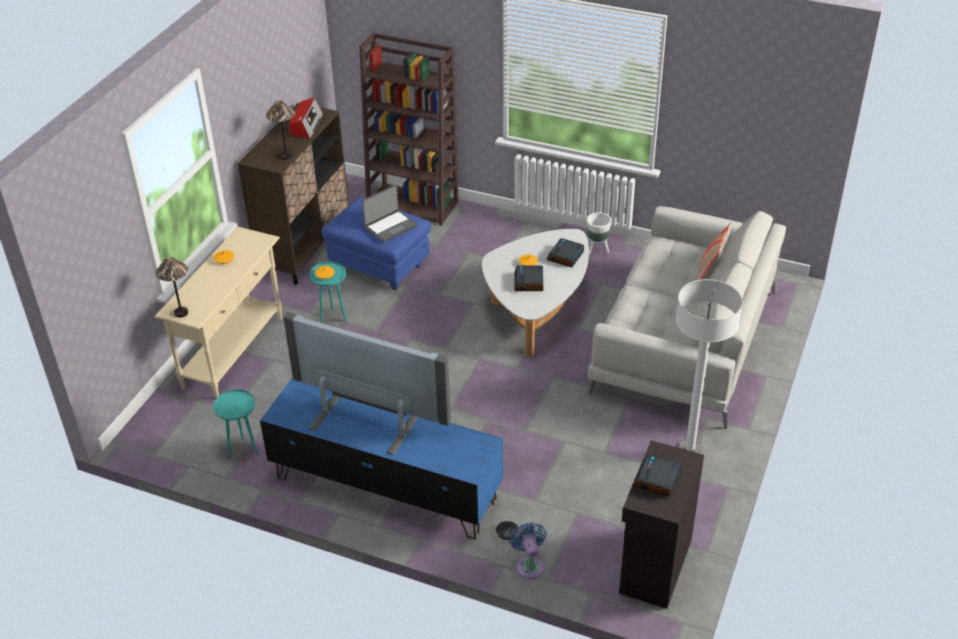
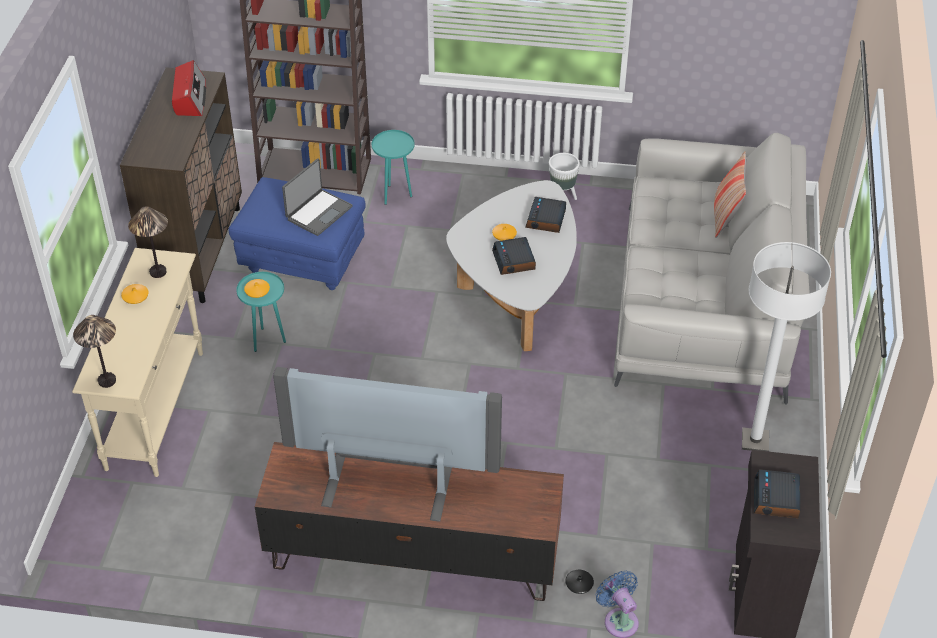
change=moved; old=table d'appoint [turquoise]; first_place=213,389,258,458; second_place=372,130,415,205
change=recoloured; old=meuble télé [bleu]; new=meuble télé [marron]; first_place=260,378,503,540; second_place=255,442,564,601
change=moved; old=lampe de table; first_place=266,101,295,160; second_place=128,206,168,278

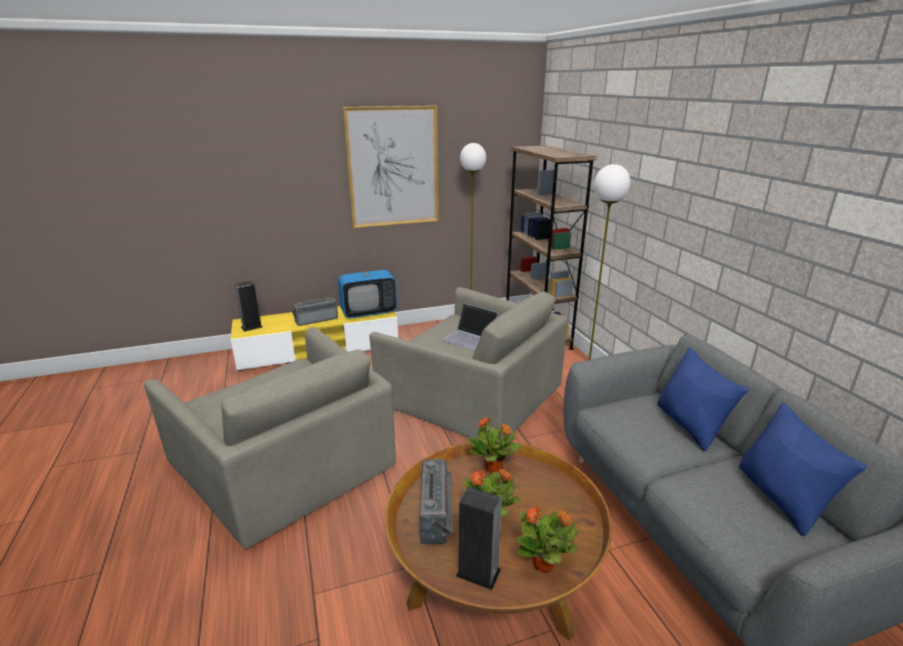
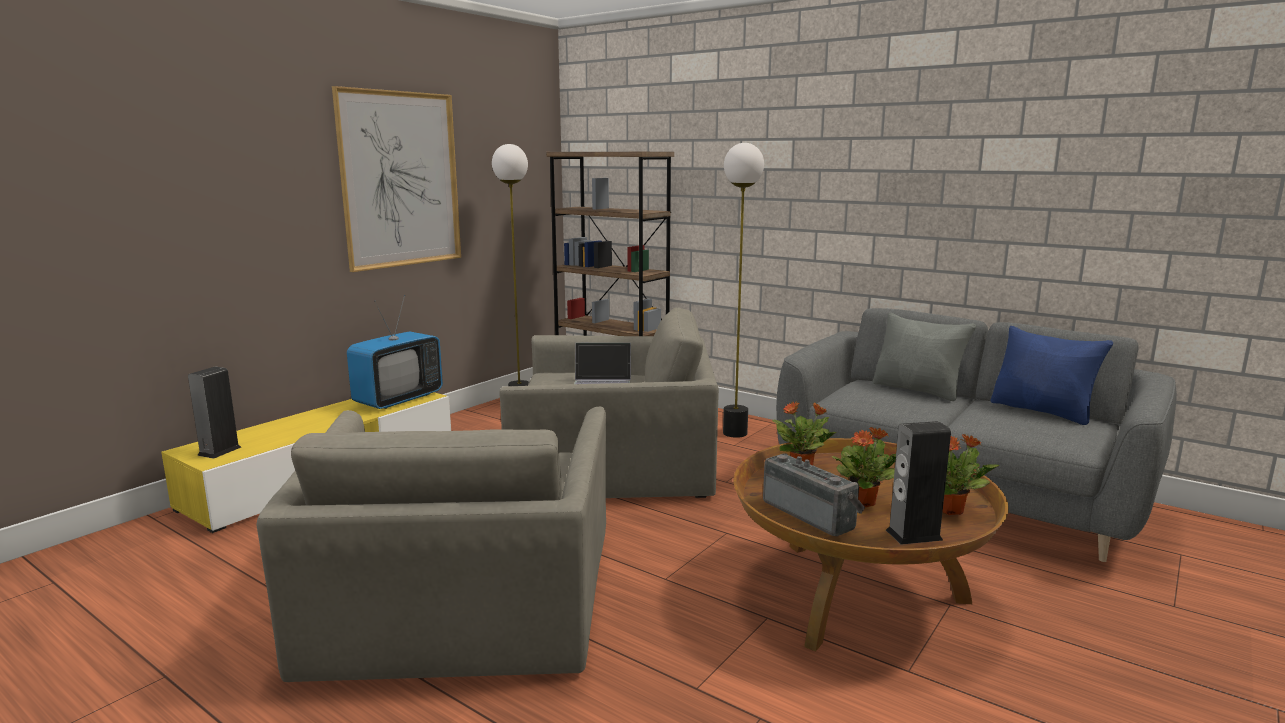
change=turned; old=fauteuil [gris]; first_place=144,327,396,549; second_place=256,407,606,682; degrees=75
change=removed; old=radio; first_place=292,297,338,326
change=recoloured; old=coussin [bleu]; new=coussin [gris]; first_place=657,347,749,451; second_place=873,313,976,401

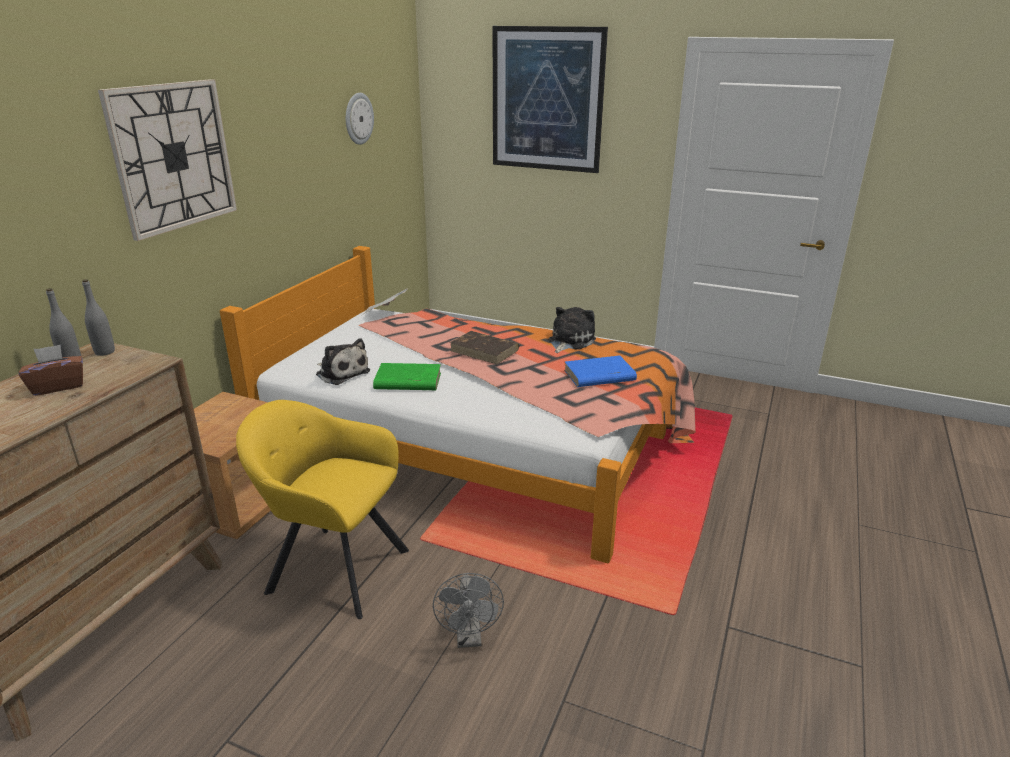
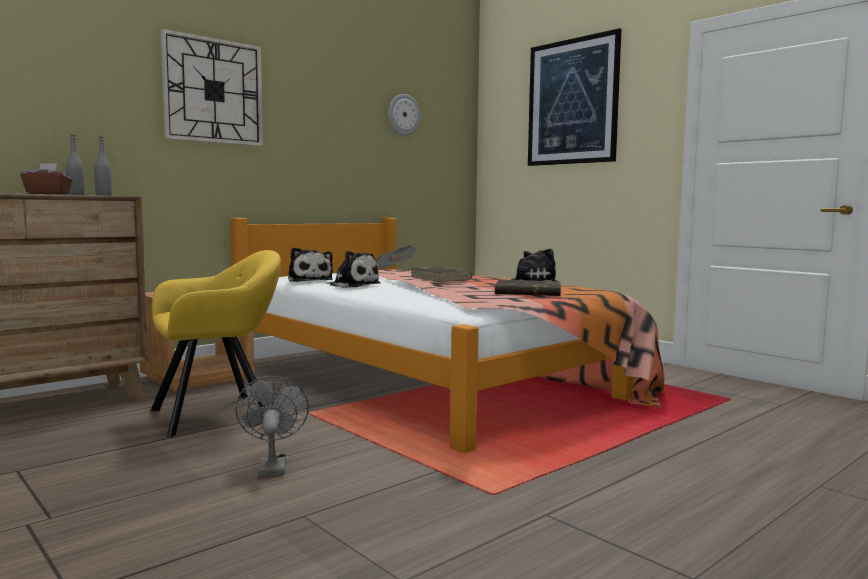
change=turned; old=fauteuil [jaune]; first_place=236,400,409,619; second_place=151,250,281,438; degrees=105
change=replaced; old=livre [vert]; new=peluche; first_place=373,363,441,390; second_place=326,251,381,288
change=turned; old=ventilateur [gris]; first_place=433,573,504,648; second_place=235,376,309,476; degrees=150
change=recoloured; old=livre [bleu]; new=livre [marron]; first_place=564,355,637,387; second_place=495,280,561,296

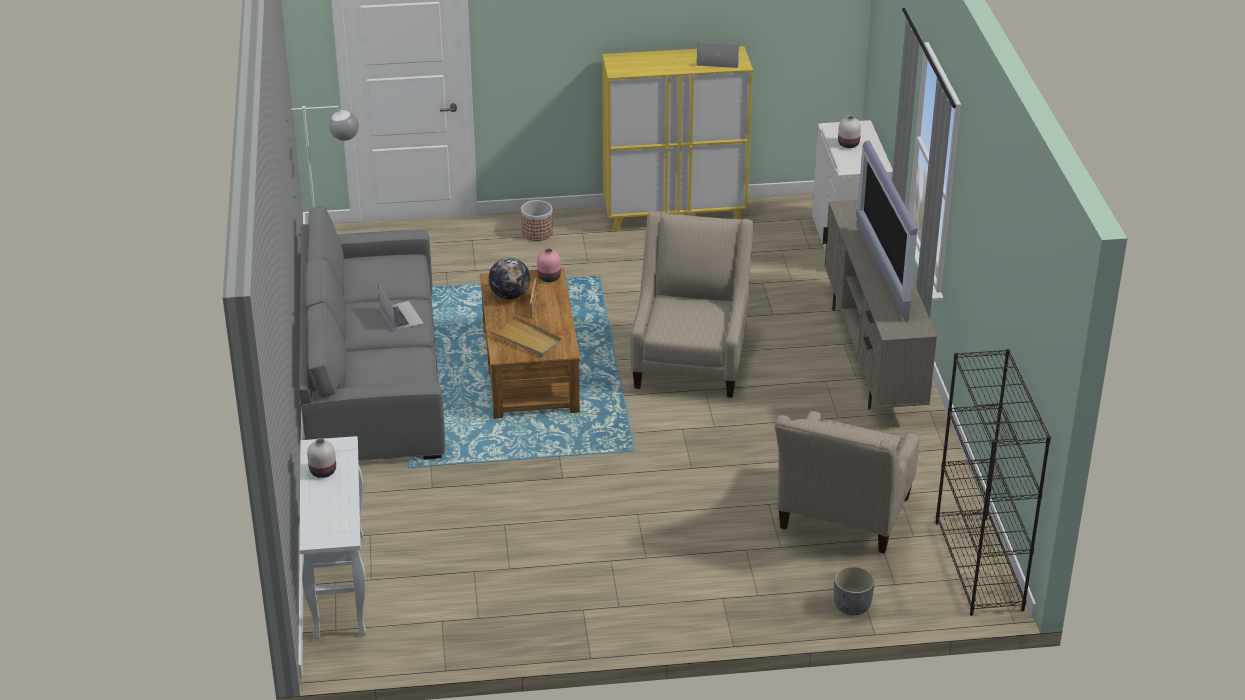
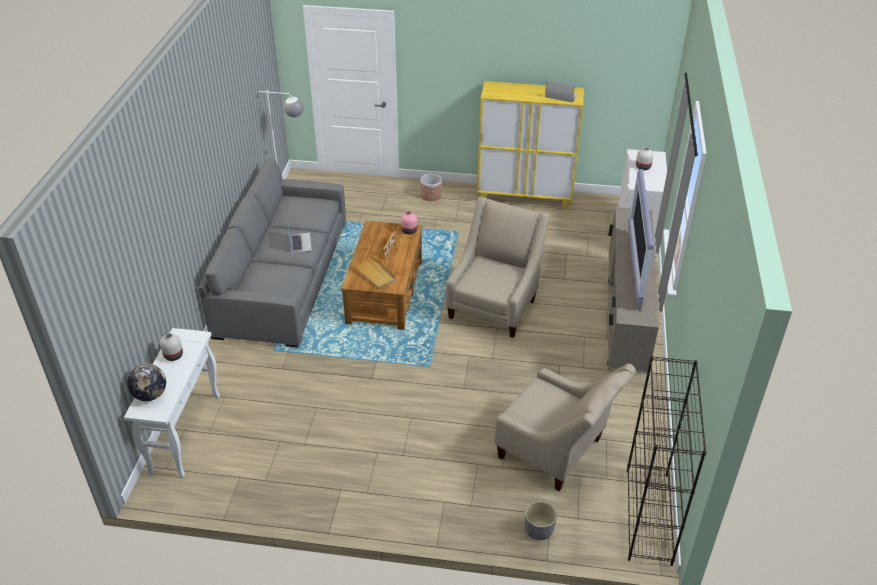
change=moved; old=globe; first_place=489,258,530,300; second_place=127,364,166,401
change=turned; old=fauteuil [beige]; first_place=775,411,919,554; second_place=494,364,636,491; degrees=-90

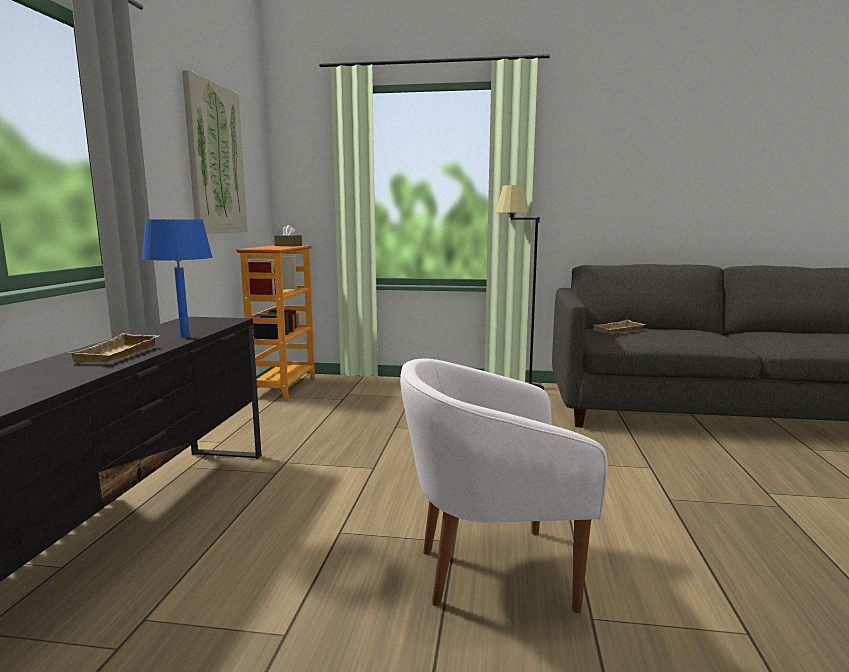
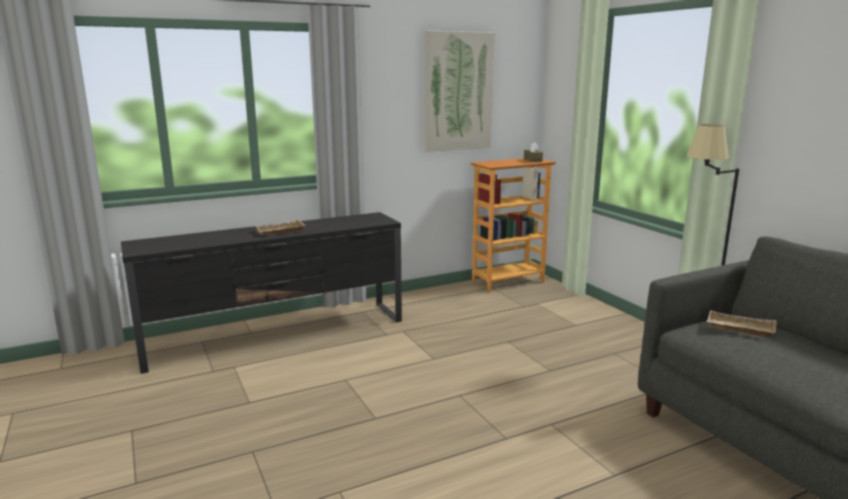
change=removed; old=lampe de table [bleu]; first_place=142,219,213,338
change=removed; old=fauteuil [blanc]; first_place=400,358,608,613

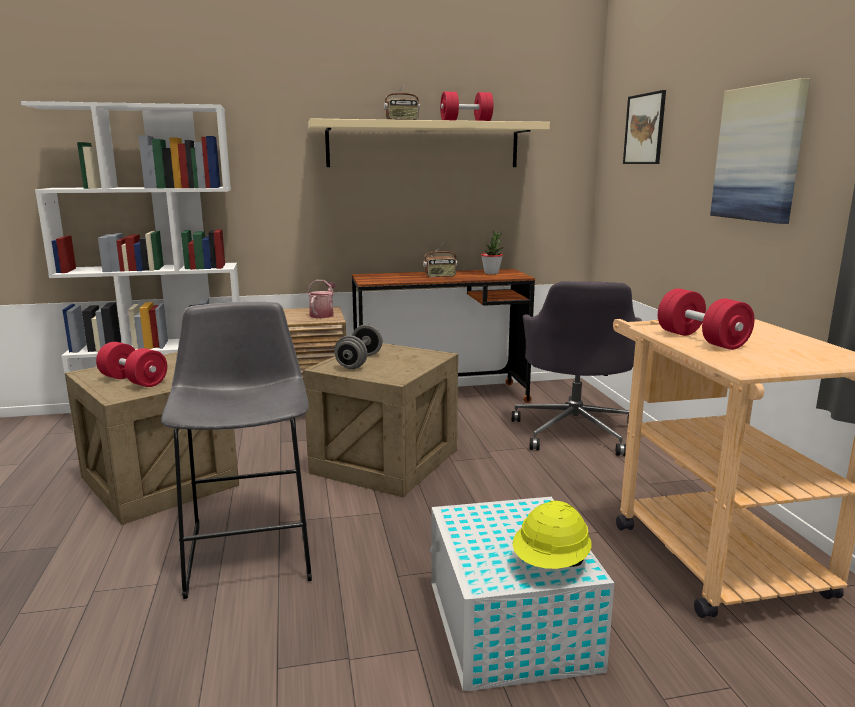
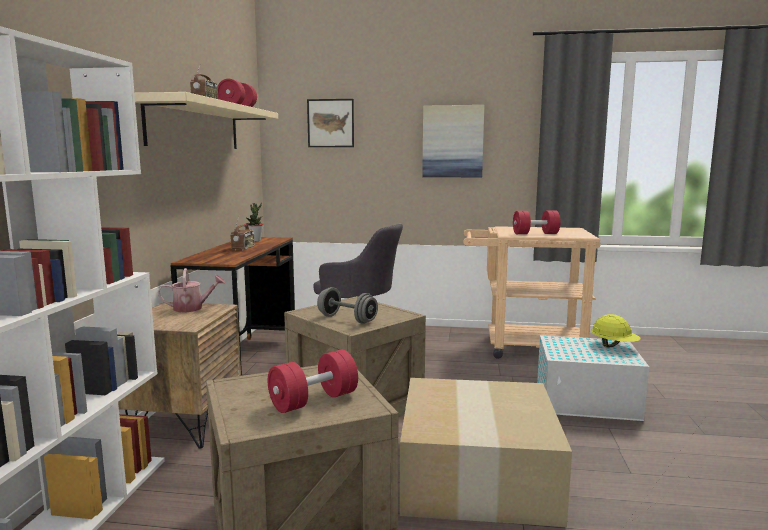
change=replaced; old=tabouret [gris]; new=carton; first_place=161,302,312,599; second_place=400,378,572,527
change=turned; old=arrosoir; first_place=307,280,336,318; second_place=158,268,225,312; degrees=135

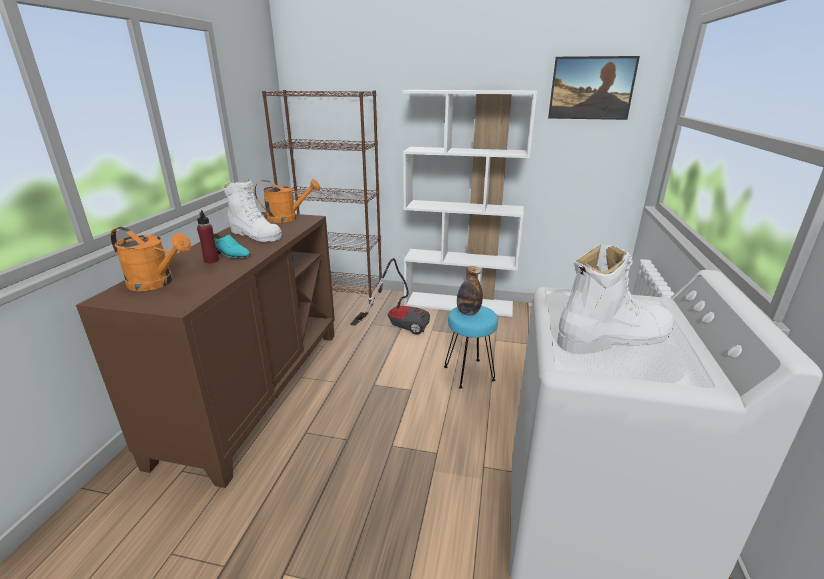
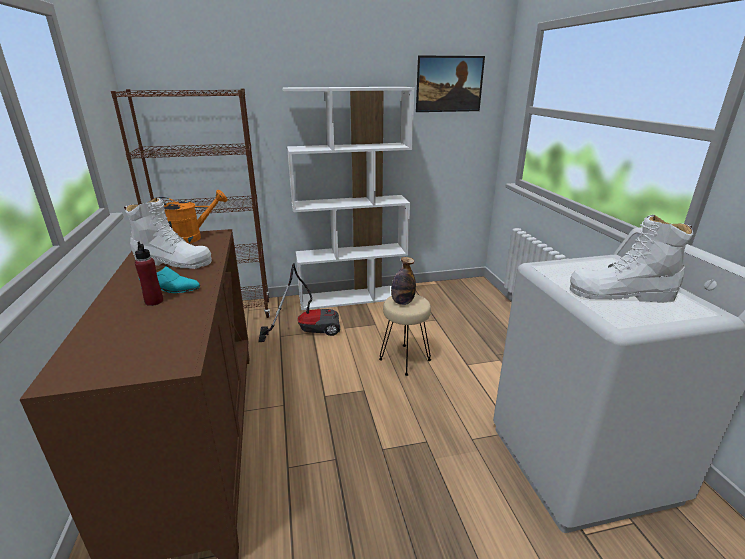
change=removed; old=arrosoir [orange]; first_place=110,227,191,291
change=recoloured; old=tabouret [turquoise]; new=tabouret [beige]; first_place=444,306,498,389; second_place=379,294,431,376
change=turned; old=botte [blanc]; first_place=557,245,674,354; second_place=570,214,693,303; degrees=-135

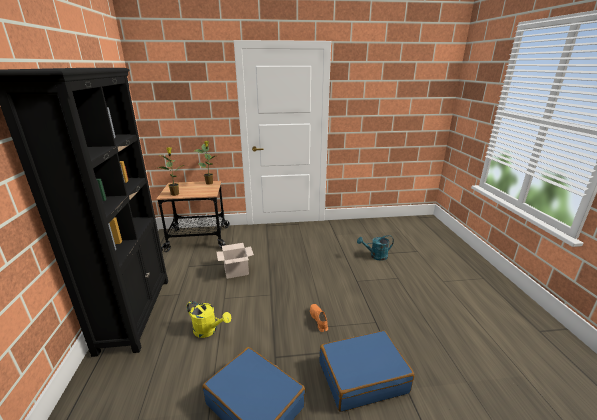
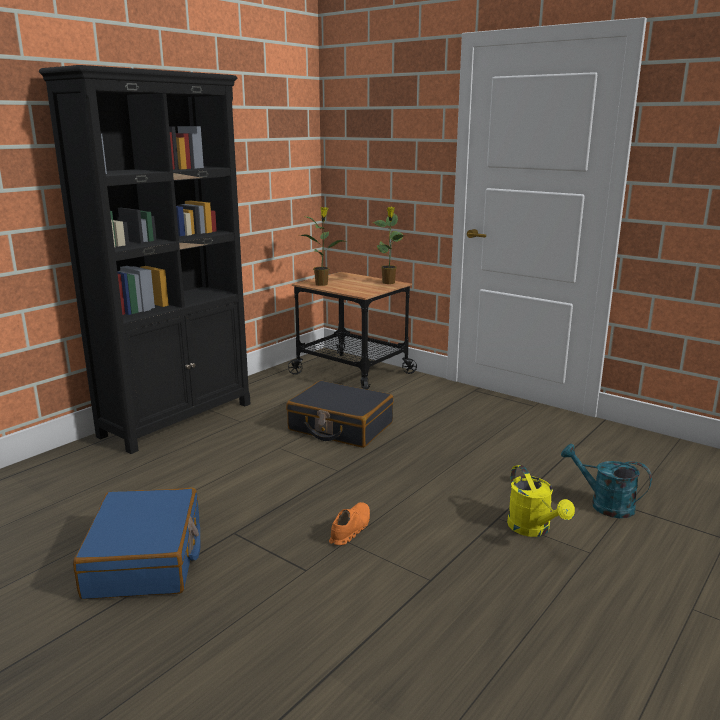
change=moved; old=arrosoir [jaune]; first_place=187,301,231,338; second_place=507,465,575,537
change=replaced; old=carton; new=valise [noir]; first_place=217,243,254,279; second_place=286,380,393,448
change=removed; old=valise [bleu]; first_place=319,330,414,412

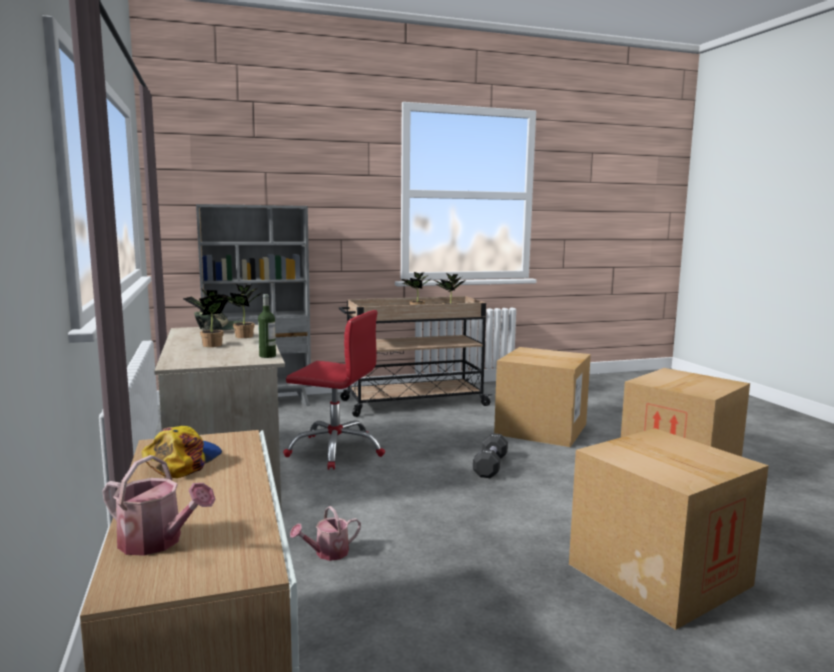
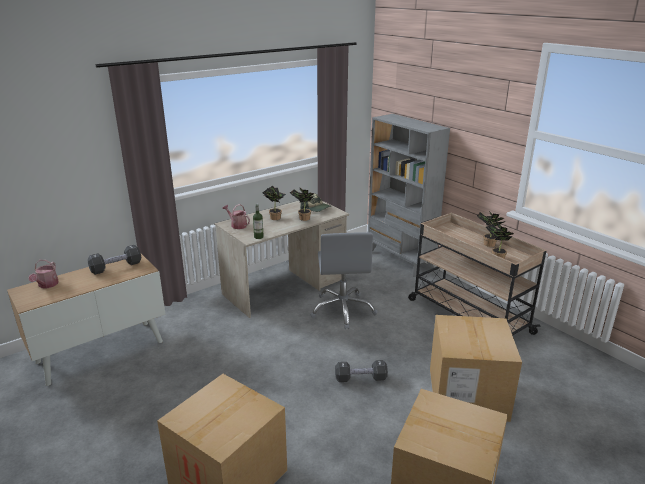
change=replaced; old=casquette; new=haltère [noir]; first_place=141,426,222,478; second_place=88,245,141,275
change=recoloured; old=chaise de bureau [rouge]; new=chaise de bureau [gris]; first_place=283,310,385,470; second_place=310,232,378,329
change=moved; old=arrosoir; first_place=290,506,361,561; second_place=222,204,250,229

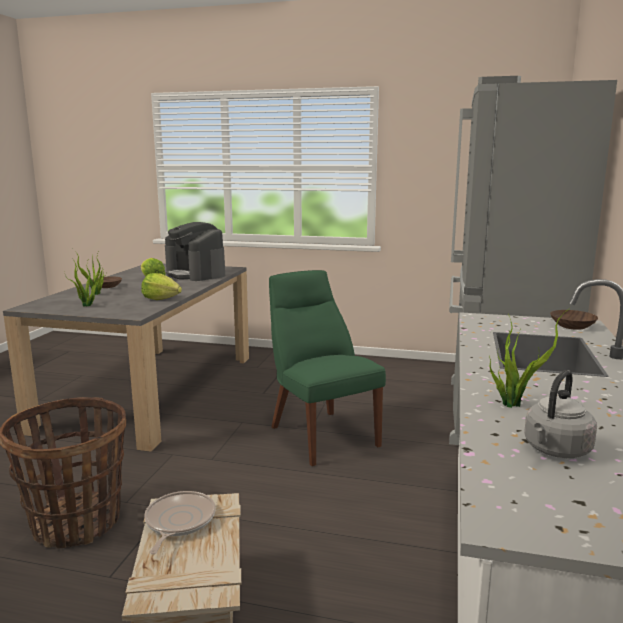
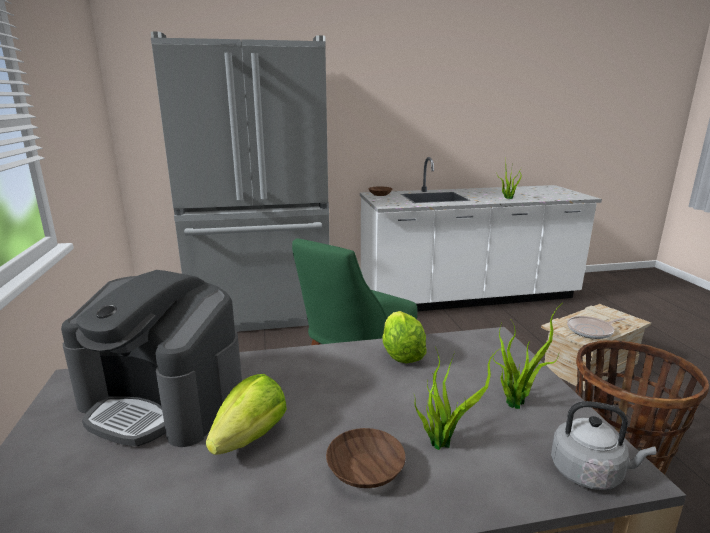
change=turned; old=machine à café; first_place=165,222,225,281; second_place=61,270,242,447; degrees=90
change=moved; old=bouilloire [gris]; first_place=524,370,597,458; second_place=551,401,656,490

